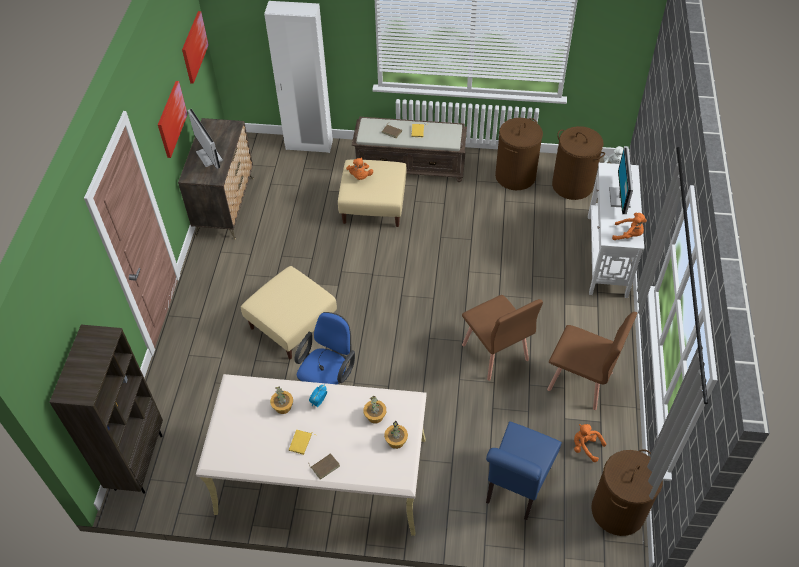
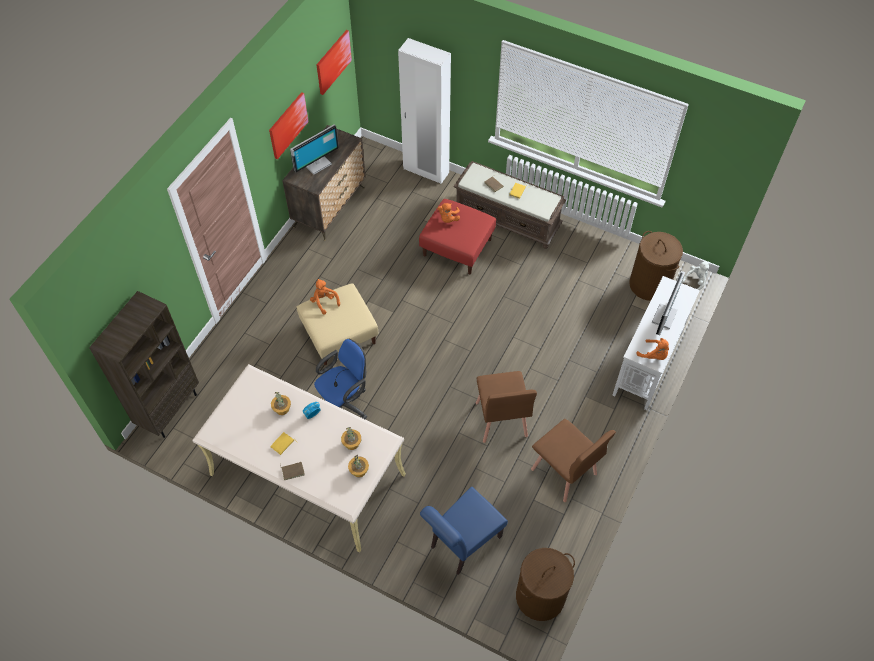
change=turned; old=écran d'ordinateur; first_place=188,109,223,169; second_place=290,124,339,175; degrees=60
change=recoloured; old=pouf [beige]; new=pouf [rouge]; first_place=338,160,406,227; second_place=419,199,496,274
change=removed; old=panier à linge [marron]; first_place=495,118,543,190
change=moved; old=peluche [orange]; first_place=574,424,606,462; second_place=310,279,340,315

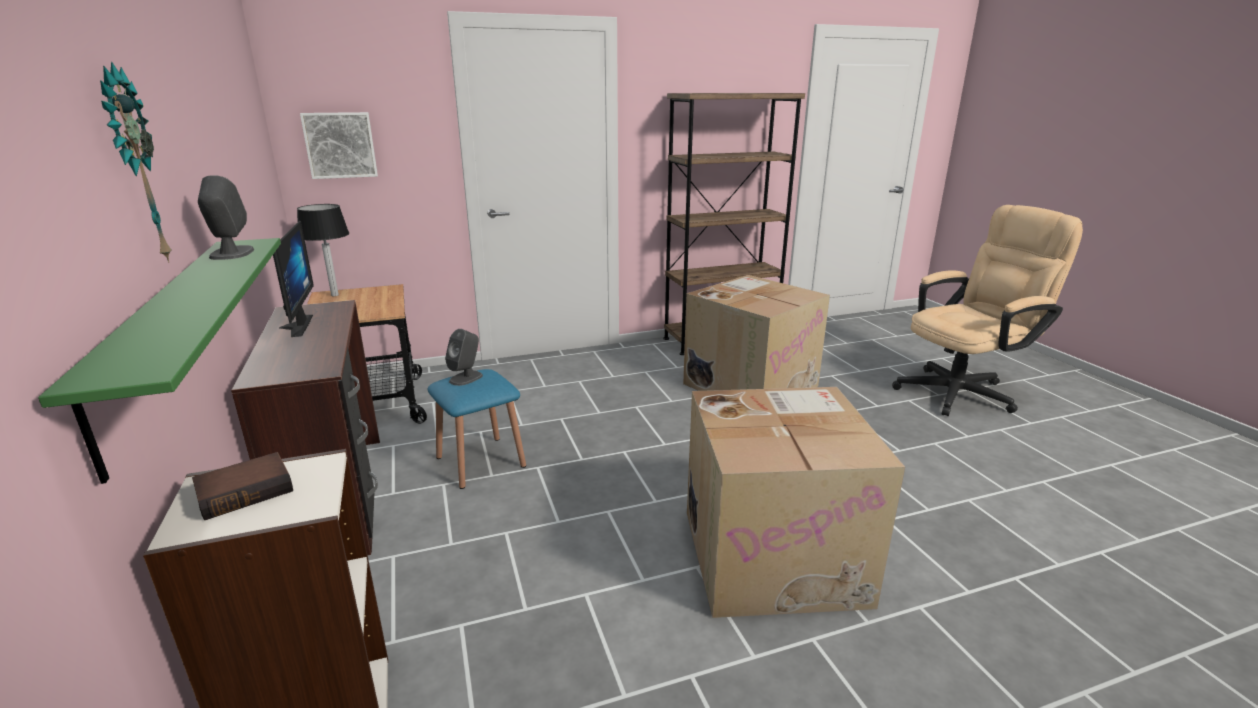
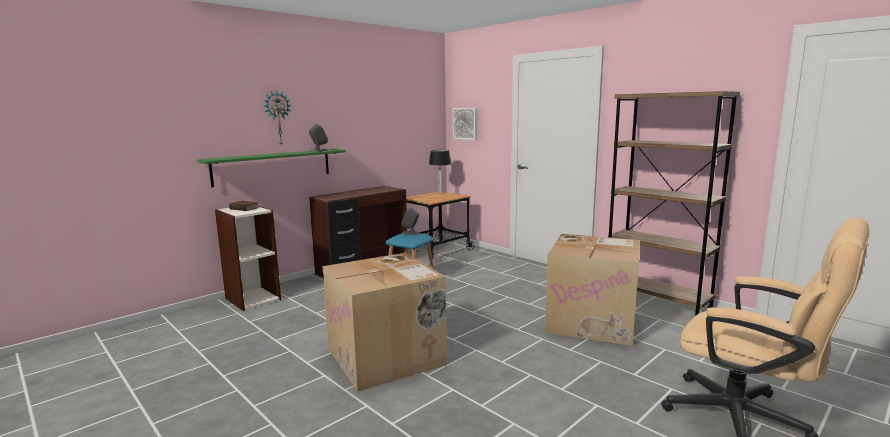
change=removed; old=écran d'ordinateur; first_place=273,221,314,337

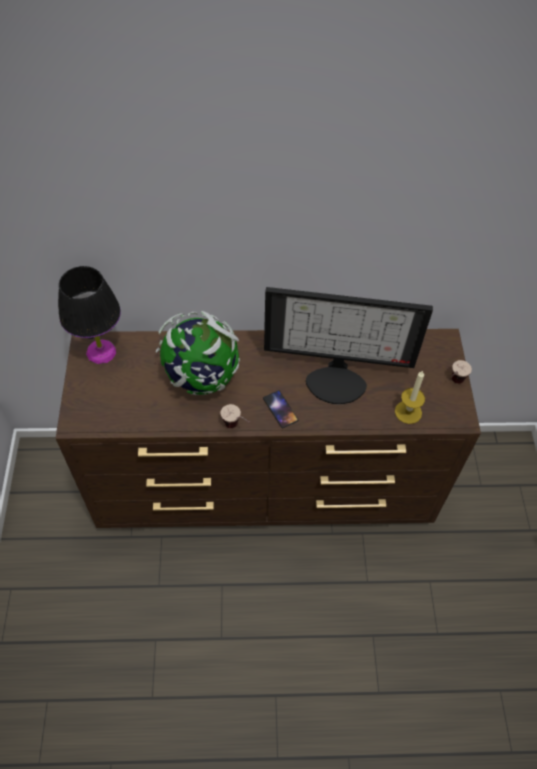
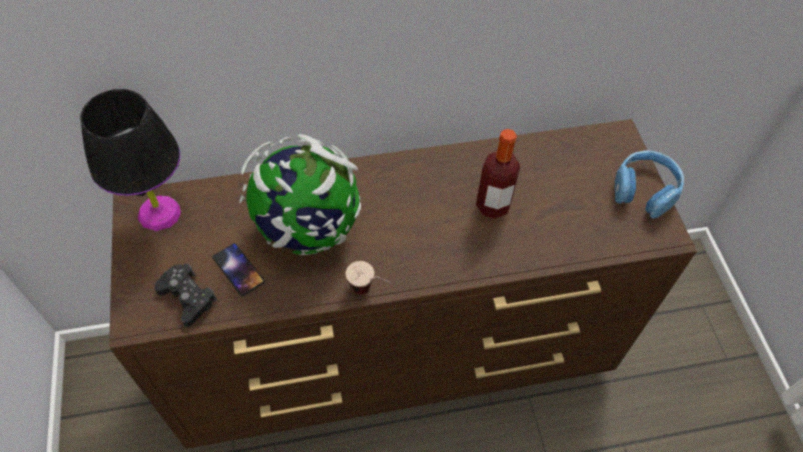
change=moved; old=téléphone; first_place=263,390,298,428; second_place=212,243,265,297
change=replaced; old=écran d'ordinateur; new=bouteille; first_place=264,287,433,404; second_place=476,129,520,219
change=removed; old=bougie; first_place=395,370,425,424
change=replaced; old=tasse; new=casque audio [bleu]; first_place=451,360,472,384; second_place=615,150,684,219
change=added; new=manette [noir]; second_place=155,264,217,327

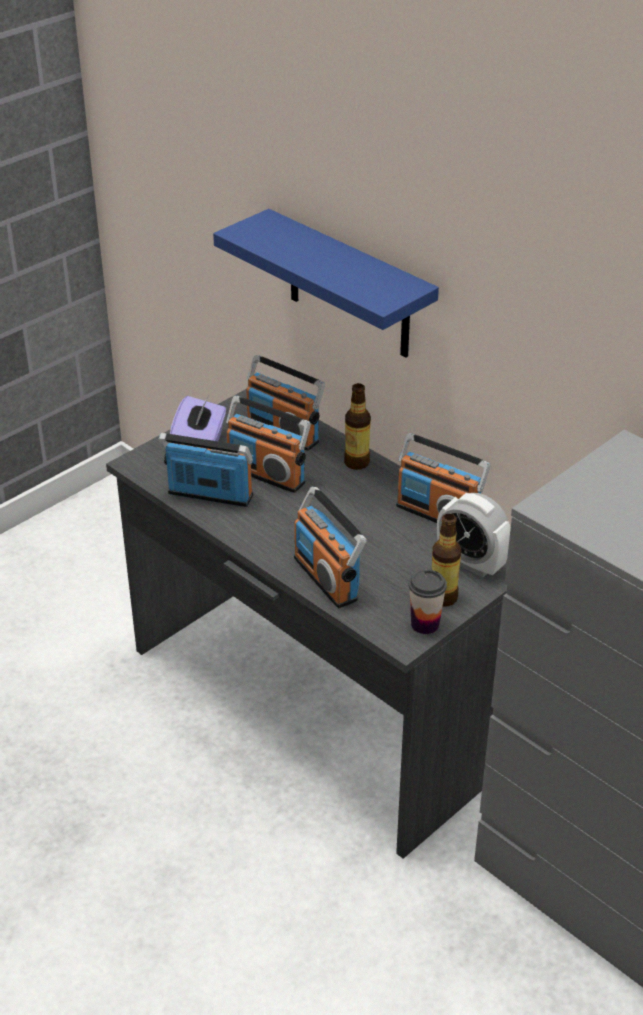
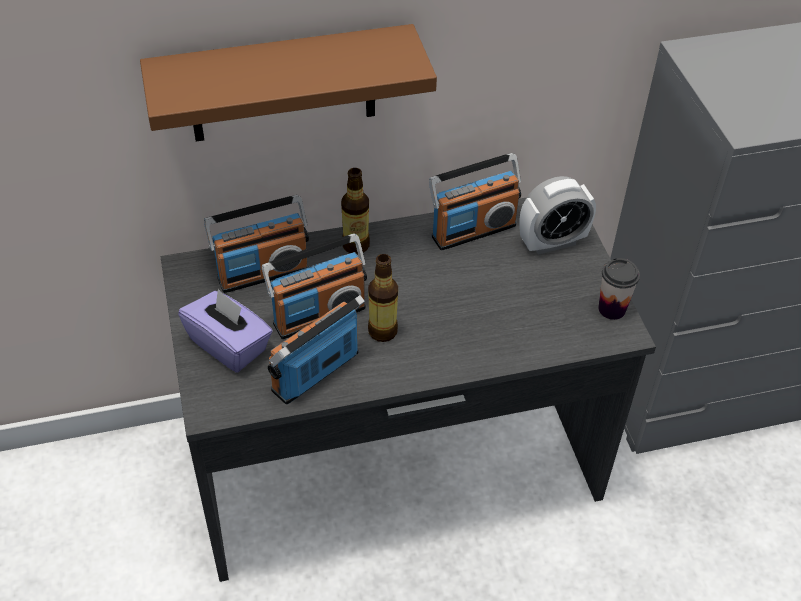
change=recoloured; old=étagère [bleu]; new=étagère [marron]; first_place=213,209,439,357; second_place=140,24,437,142
change=removed; old=radio; first_place=294,487,366,608
change=moved; old=bouteille; first_place=432,514,461,607; second_place=368,254,398,342

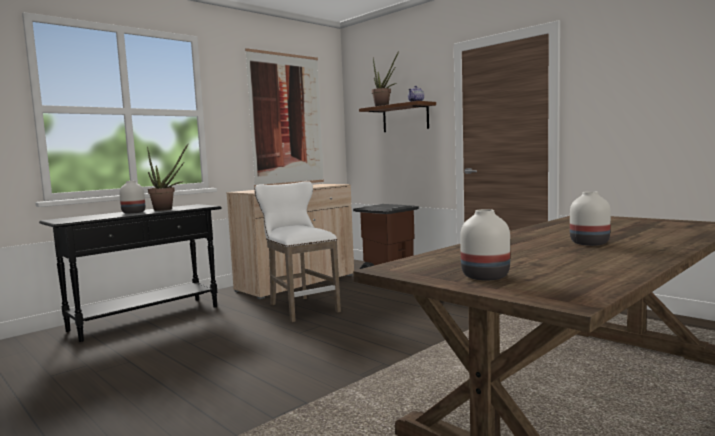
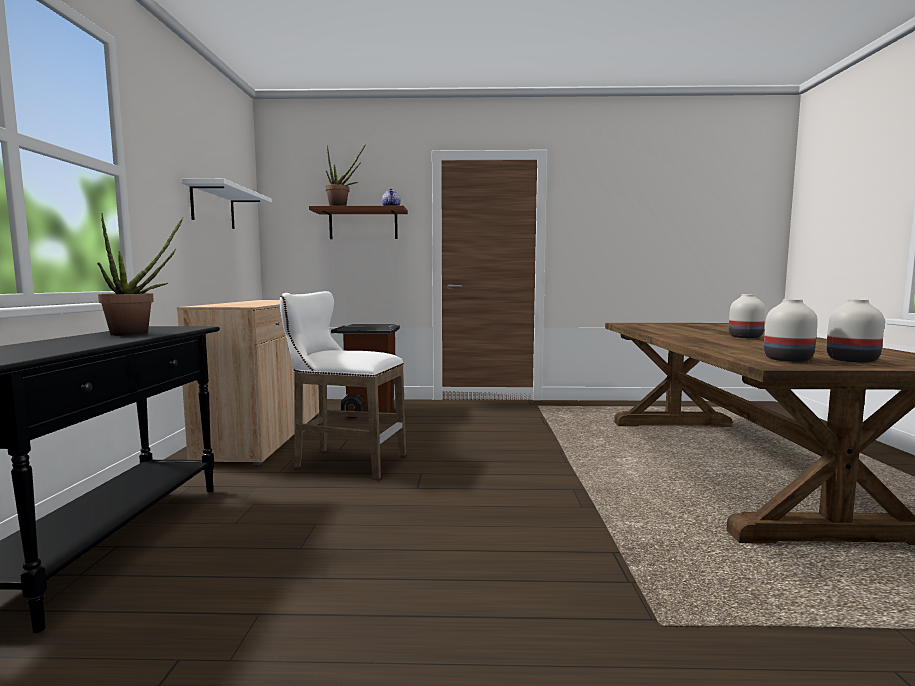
change=moved; old=vase [blanc]; first_place=119,181,145,214; second_place=764,299,818,362
change=replaced; old=tableau; new=étagère [blanc]; first_place=245,48,324,187; second_place=181,178,272,229

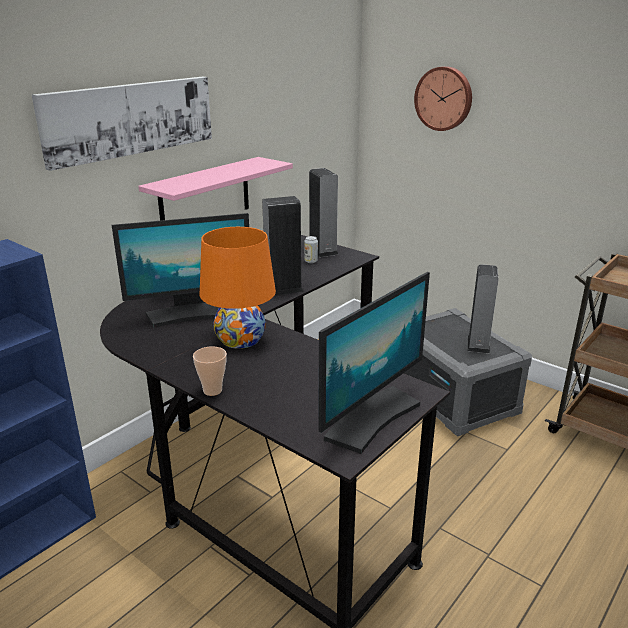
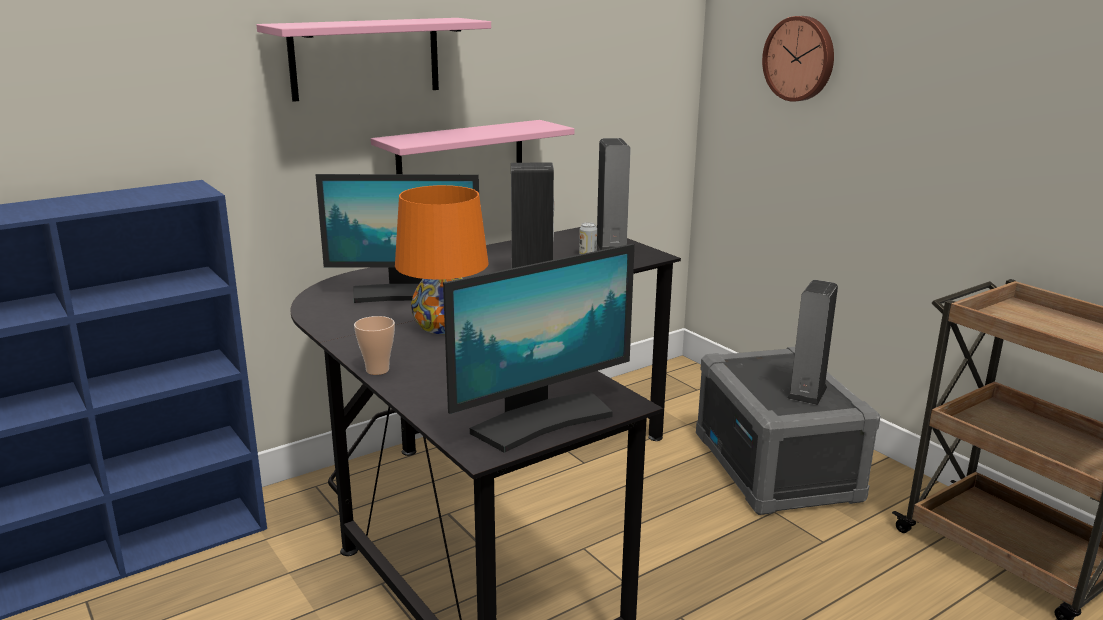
change=replaced; old=tableau; new=étagère [rose]; first_place=32,77,212,171; second_place=257,18,491,102

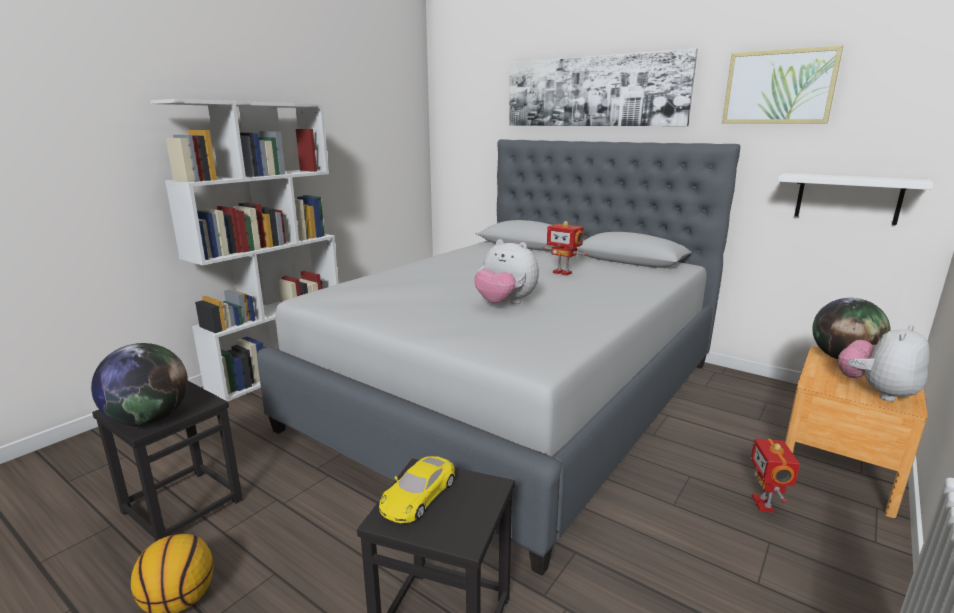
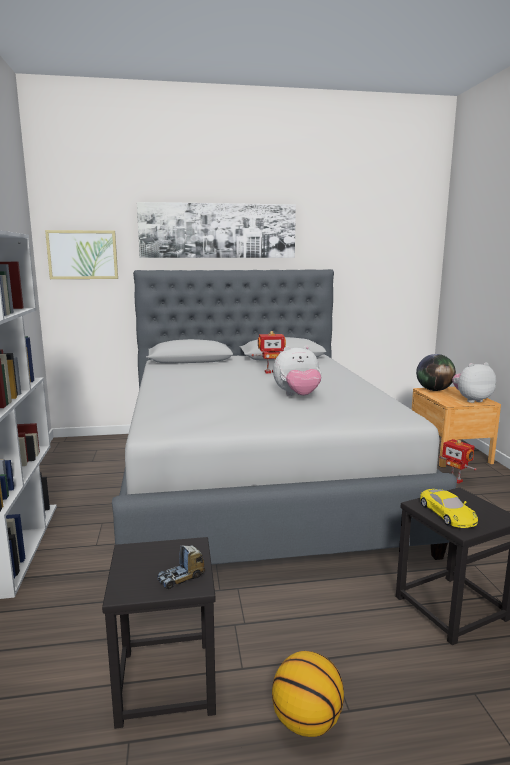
change=replaced; old=globe; new=camion jouet; first_place=91,343,188,426; second_place=157,545,205,589
change=moved; old=tableau; first_place=722,45,843,124; second_place=45,230,118,279
change=removed; old=étagère [blanc]; first_place=778,173,933,225
change=turned; old=peluche; first_place=837,325,929,401; second_place=452,362,496,403; degrees=75

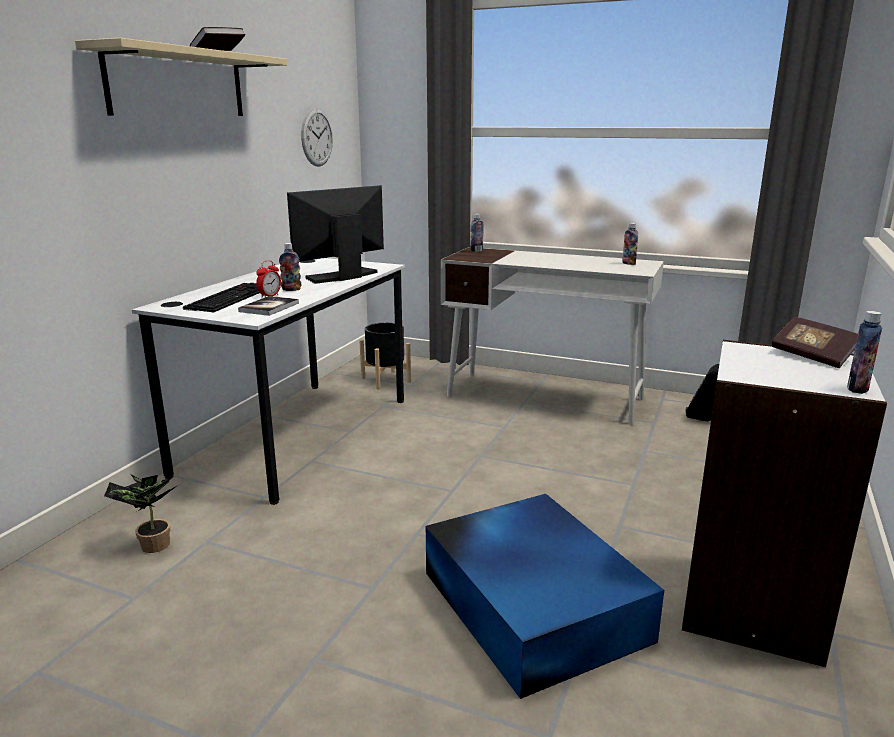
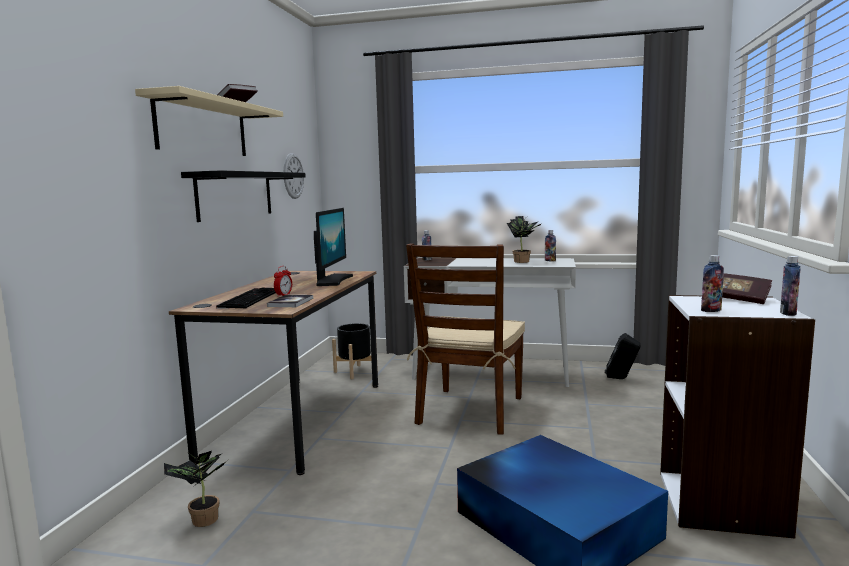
change=recoloured; old=bureau [blanc]; new=bureau [marron]; first_place=132,258,405,505; second_place=169,271,378,475
change=moved; old=bouteille; first_place=279,243,301,291; second_place=701,255,724,312
change=turned; old=écran d'ordinateur; first_place=287,185,384,284; second_place=314,208,353,286; degrees=150
change=added; new=étagère [noir]; second_place=181,170,306,222
change=added; new=chaise [marron]; second_place=406,243,525,435
change=added; new=plante en pot; second_place=507,216,541,263

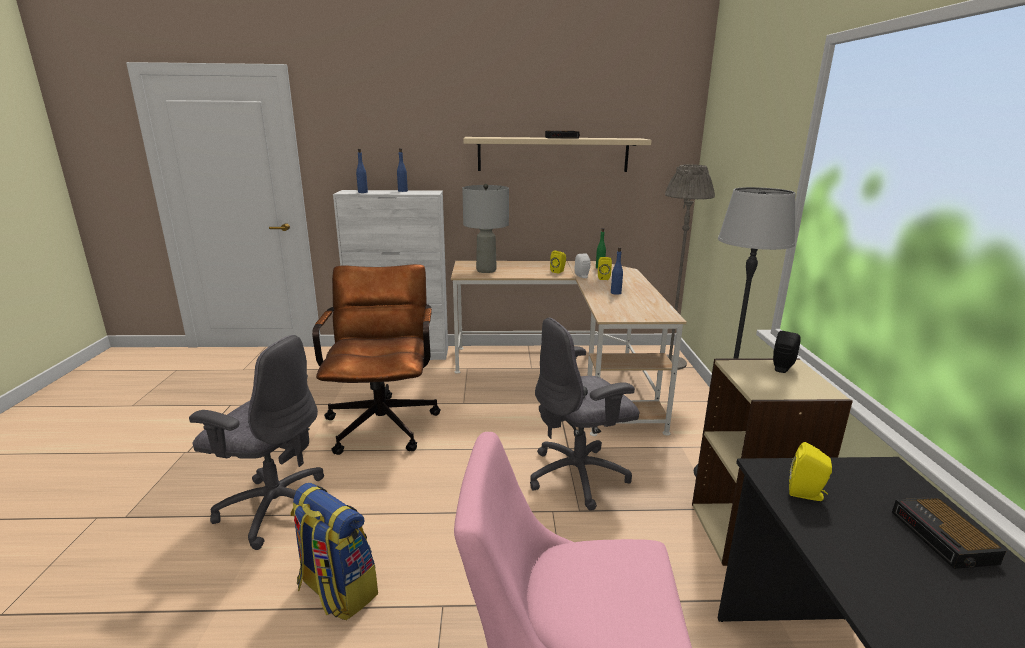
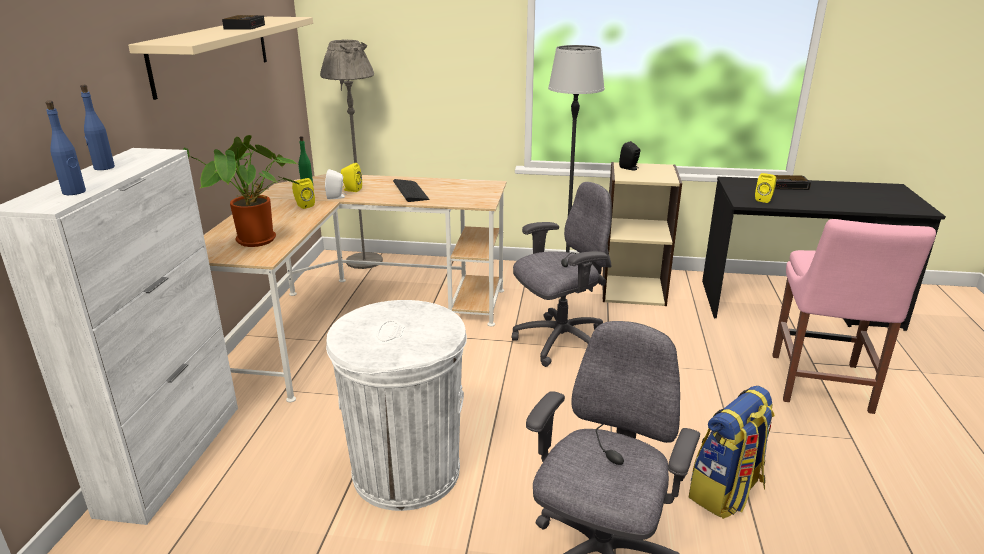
change=replaced; old=chaise de bureau [marron]; new=poubelle [blanc]; first_place=312,264,441,455; second_place=326,300,467,511
change=replaced; old=lampe de table [gris]; new=plante en pot; first_place=462,184,509,273; second_place=183,135,300,247
change=turned; old=chaise de bureau [gris]; first_place=530,318,639,511; second_place=512,182,612,367; degrees=-105
change=replaced; old=bouteille [bleu]; new=clavier; first_place=611,247,623,295; second_place=393,179,430,202

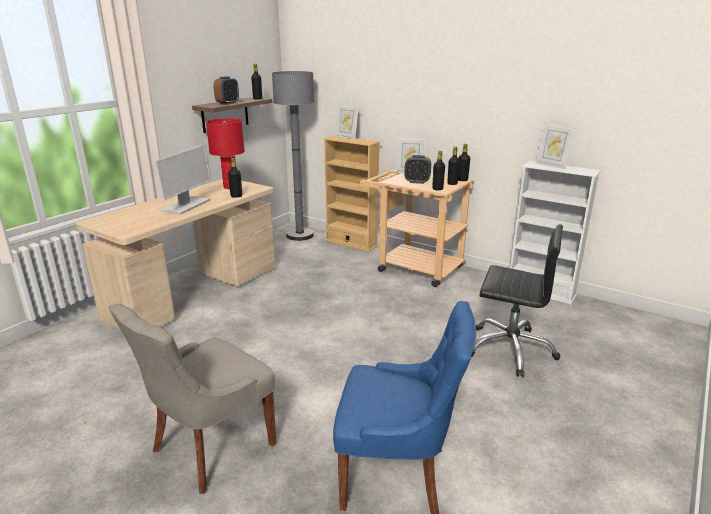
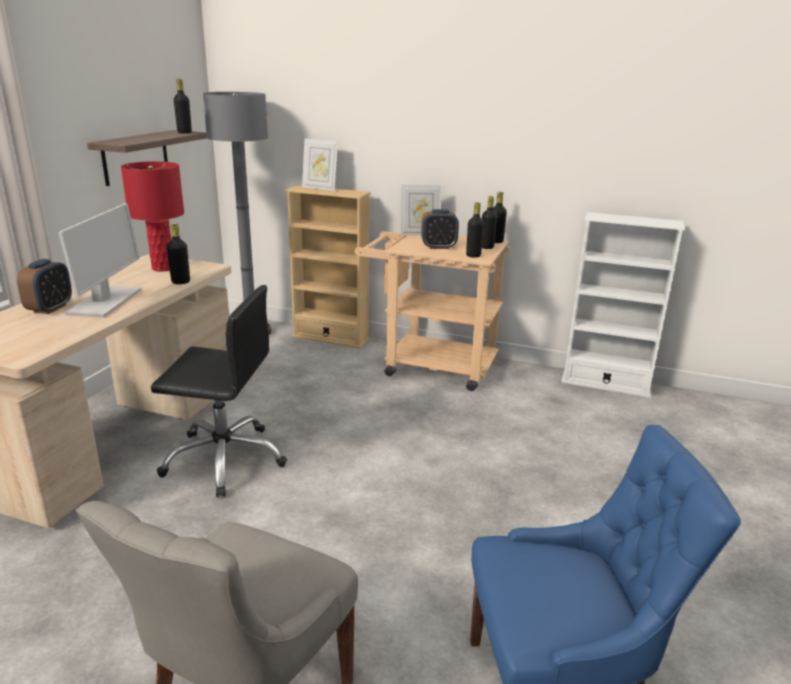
change=moved; old=réveil; first_place=213,76,239,105; second_place=17,259,72,314
change=moved; old=chaise de bureau [noir]; first_place=471,225,563,377; second_place=151,285,287,497
change=removed; old=cadre photo; first_place=535,122,576,169

